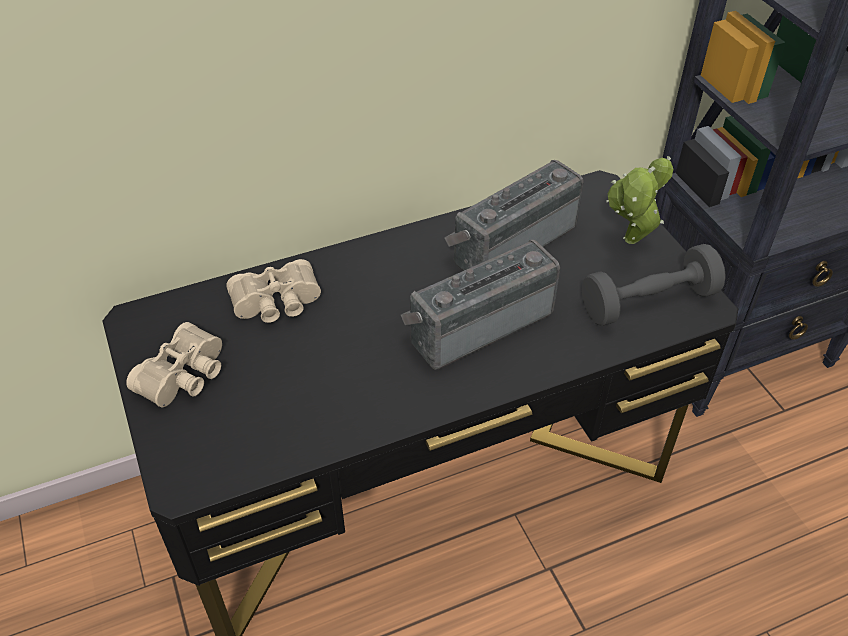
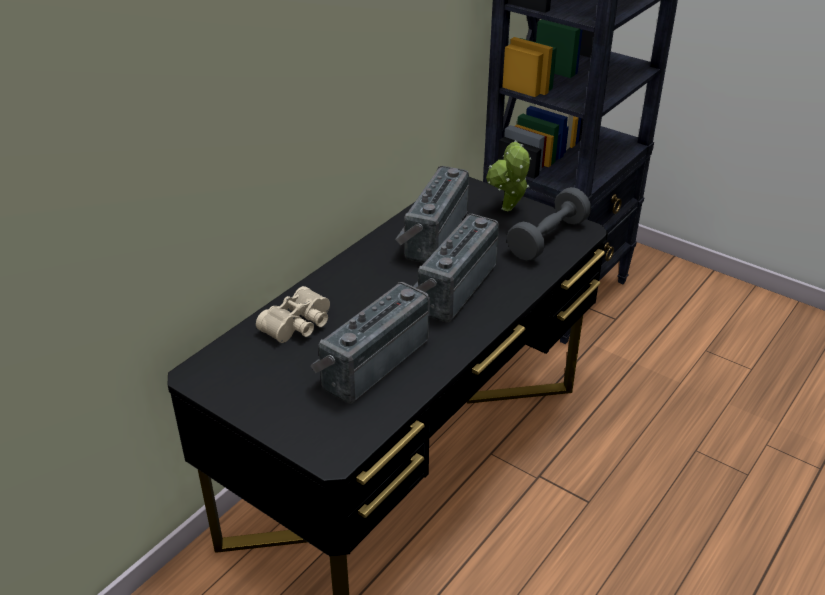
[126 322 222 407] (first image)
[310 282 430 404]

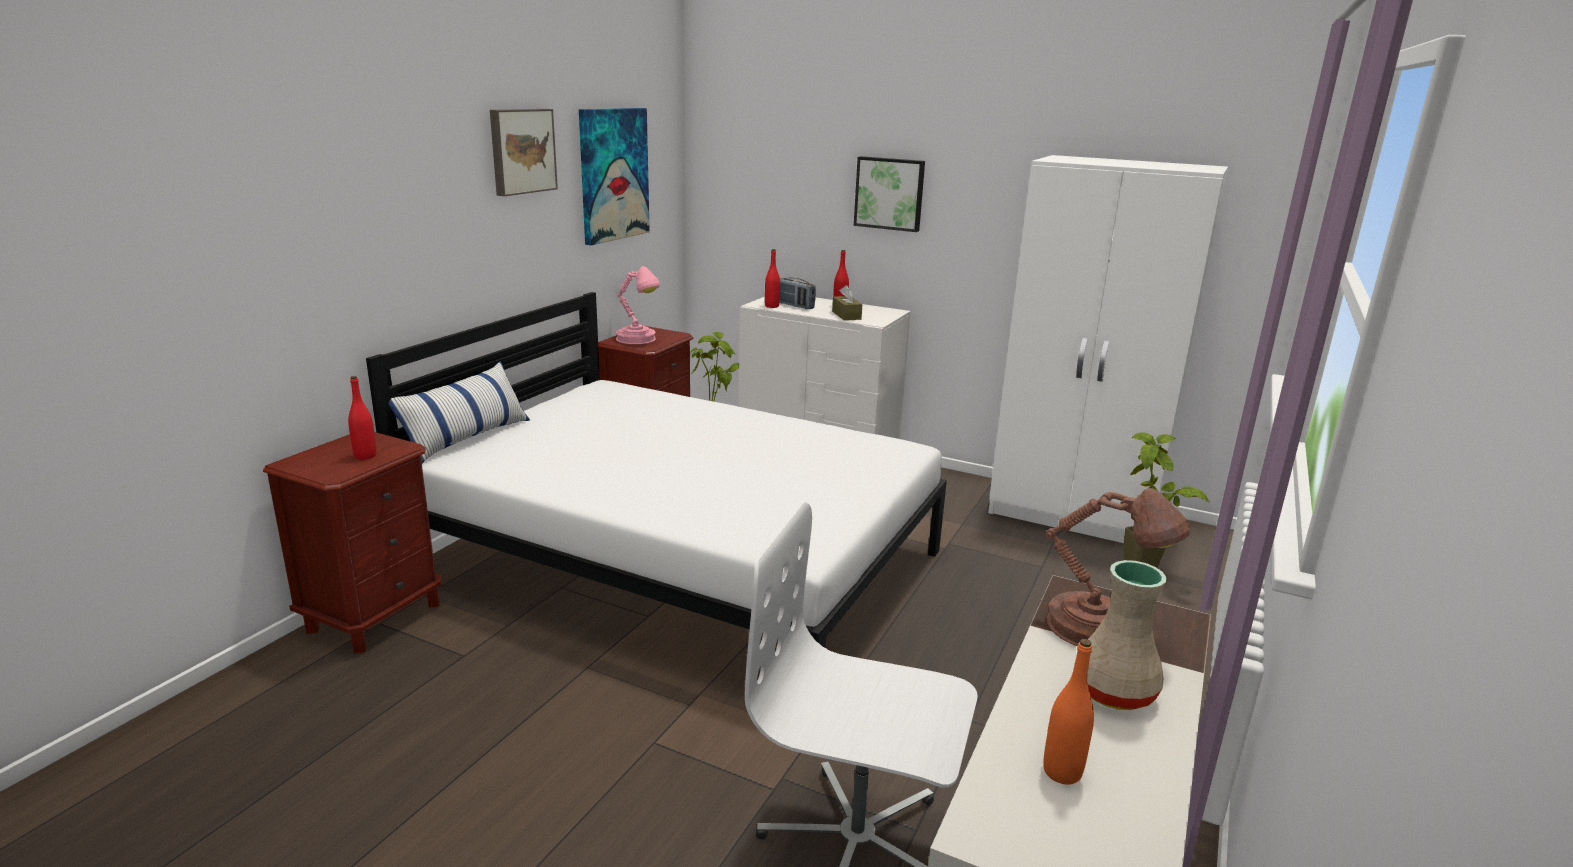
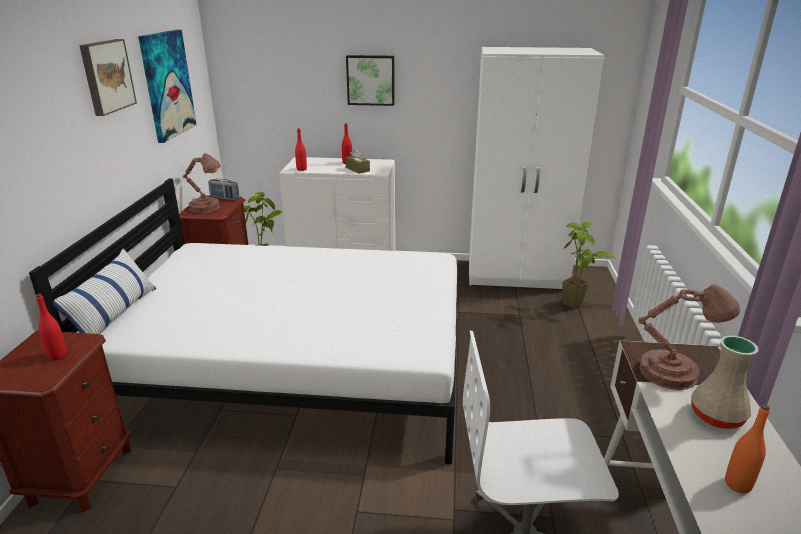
[183 153 221 213]
[208 179 239 200]

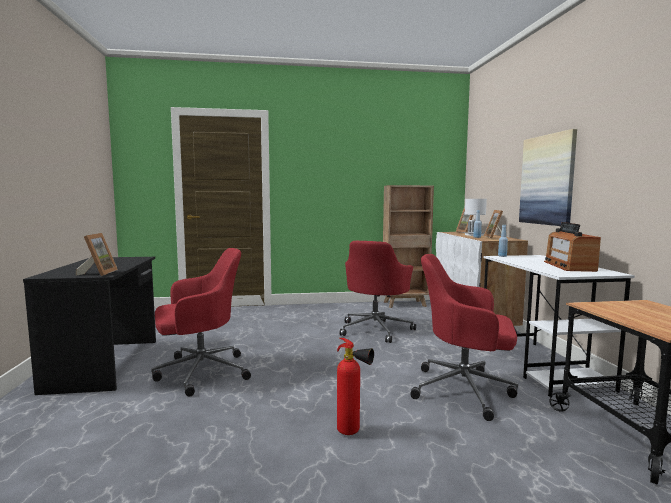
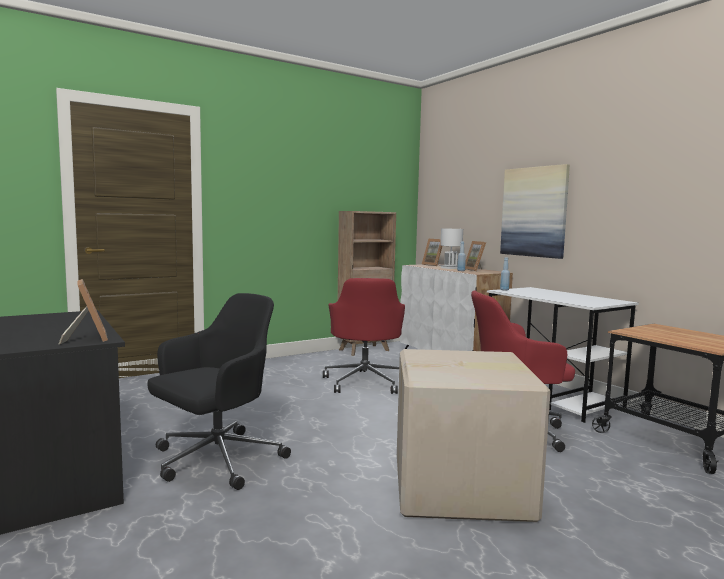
[147 293 291 490]
[397 349 551 522]
[544 222 601 272] (first image)

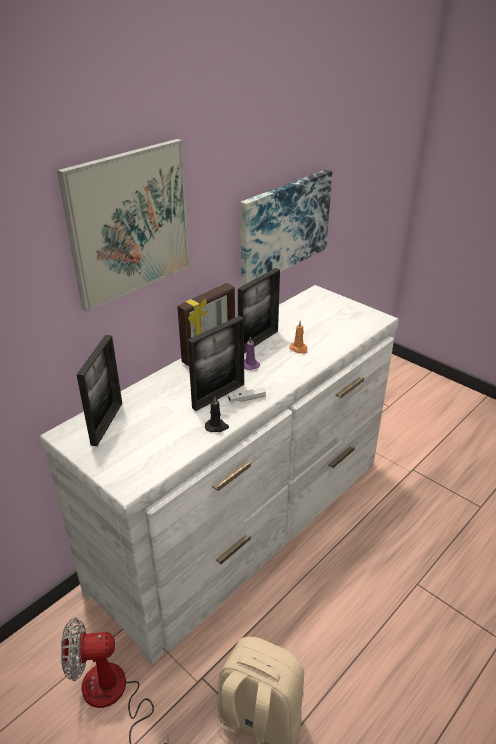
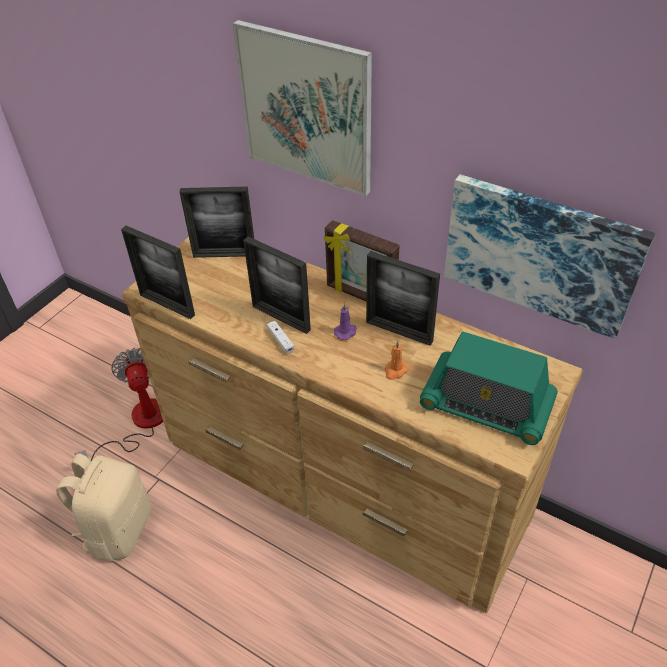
[122 237 583 613]
[205 396 229 432] (first image)
[121 226 195 319]
[420 331 558 445]

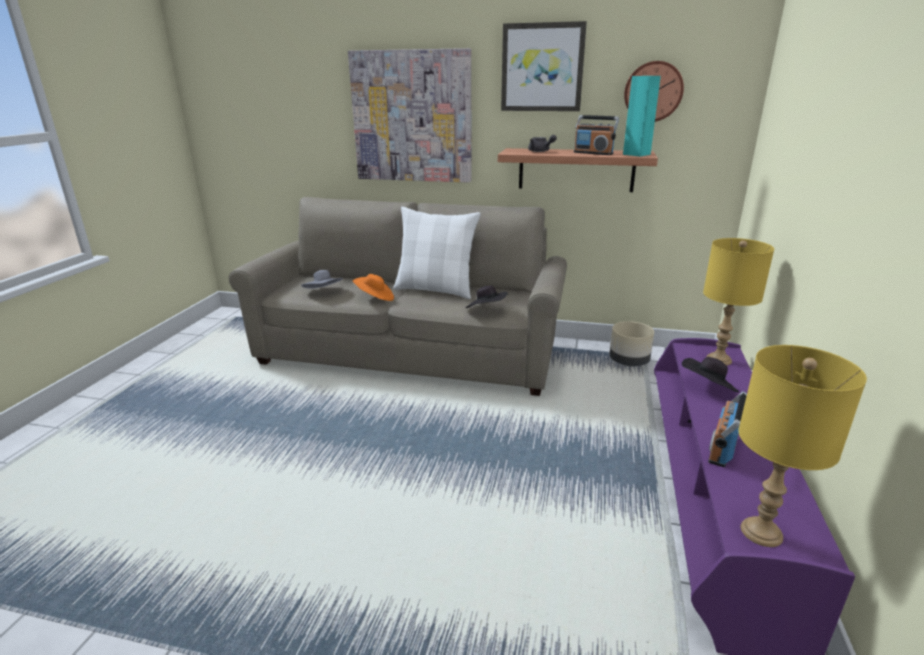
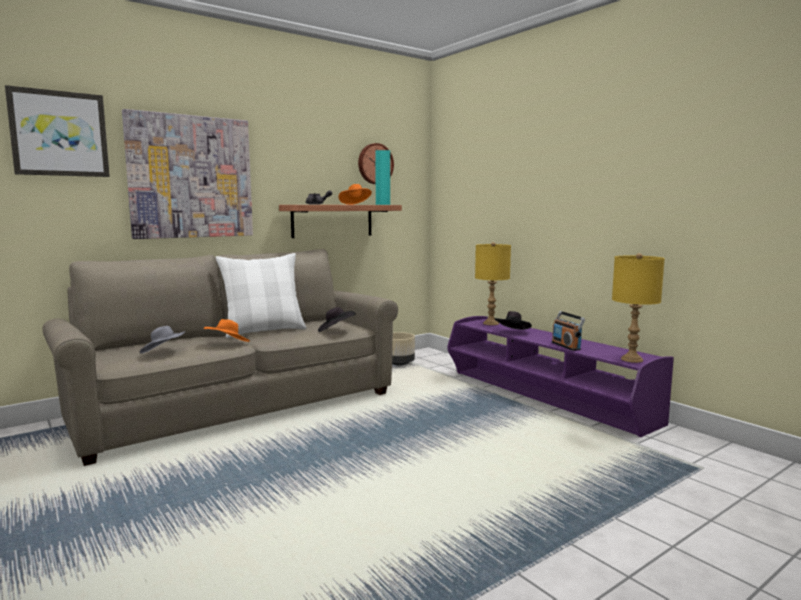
[5 85 110 177]
[338 184 372 205]

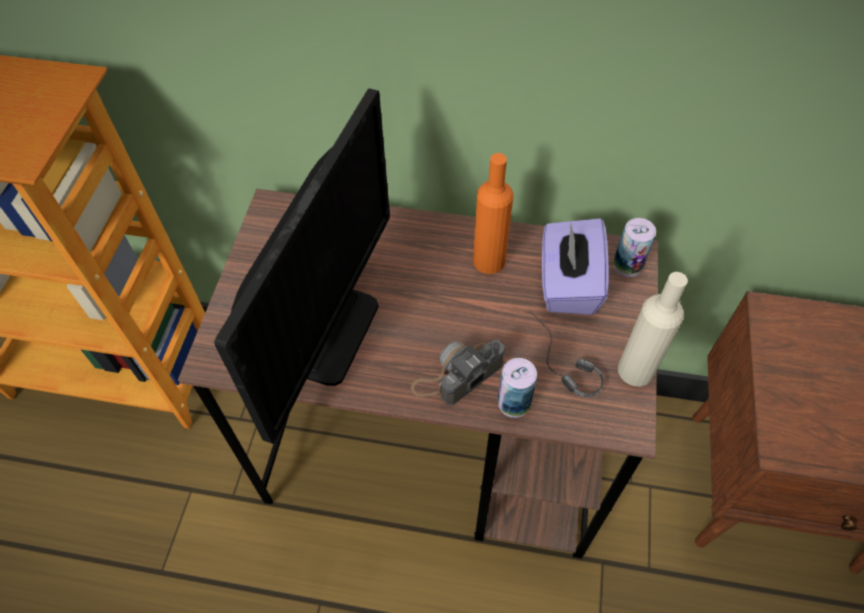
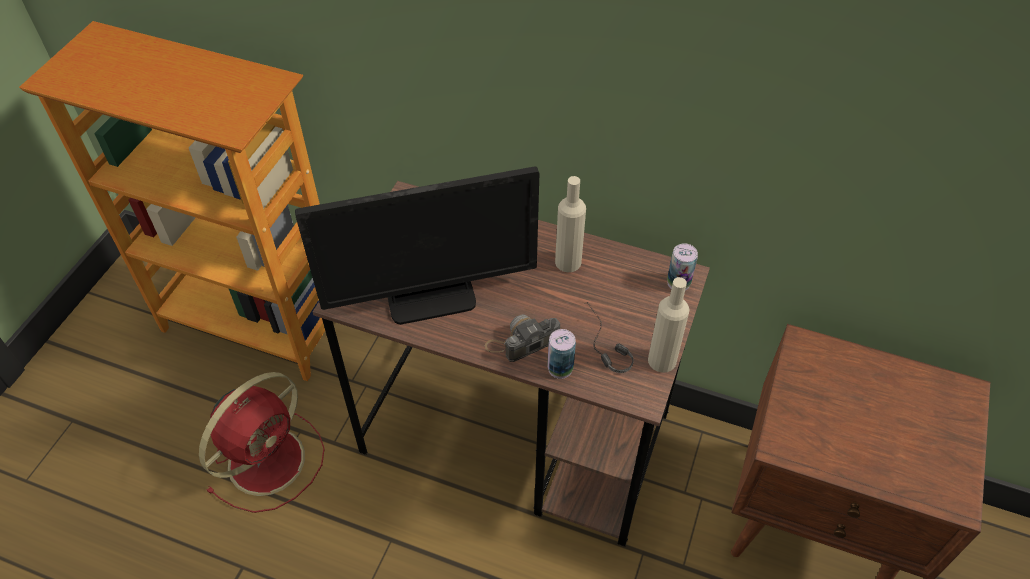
[295 166 540 325]
[555 176 586 272]
[542 218 609 315] (first image)
[199 372 325 513]

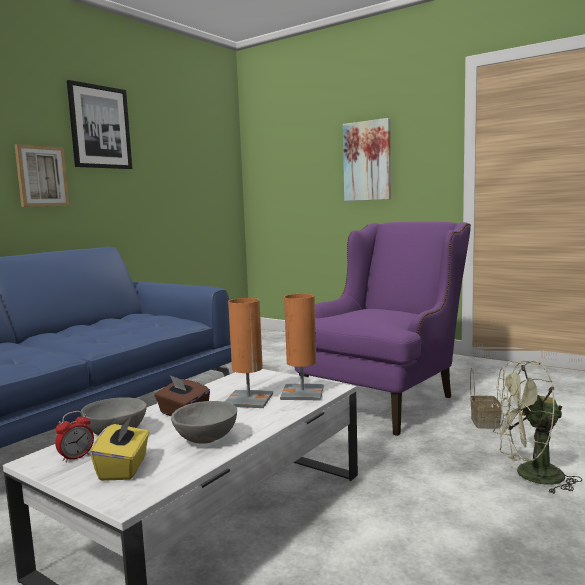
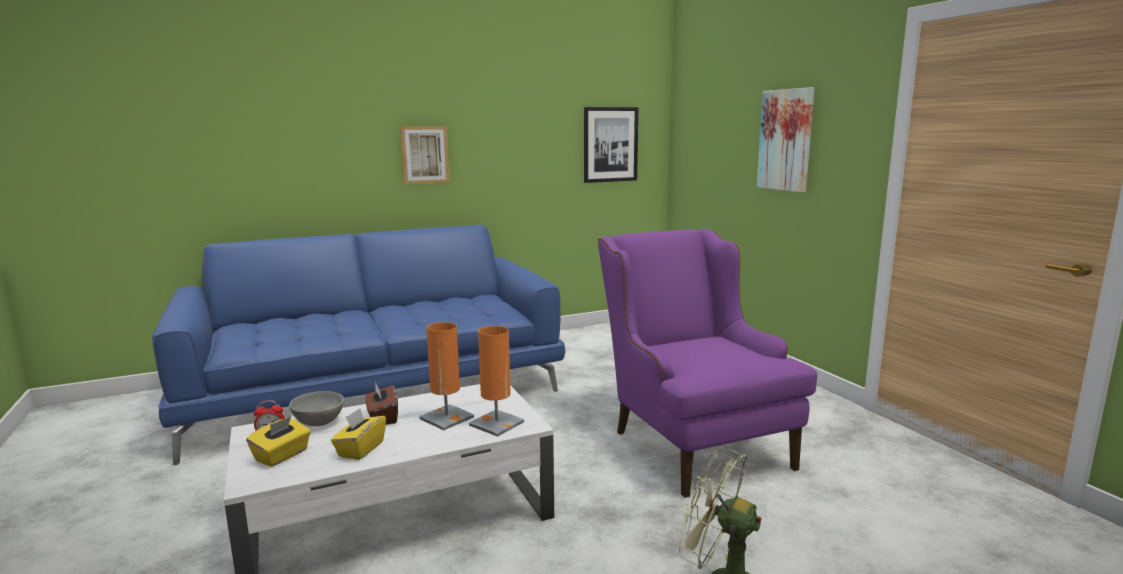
[584 107 638 183]
[331 408 386 460]
[598 229 817 498]
[470 367 504 429] (first image)

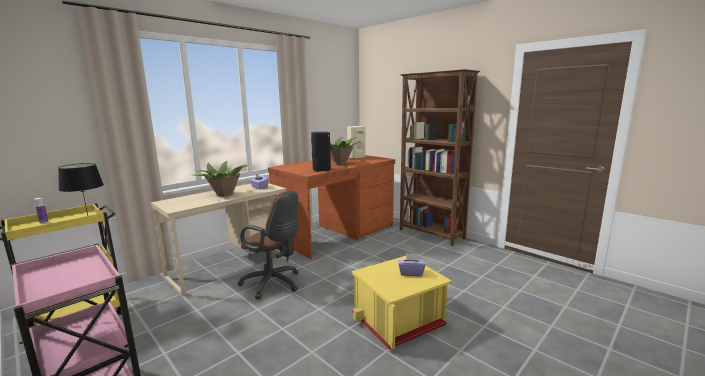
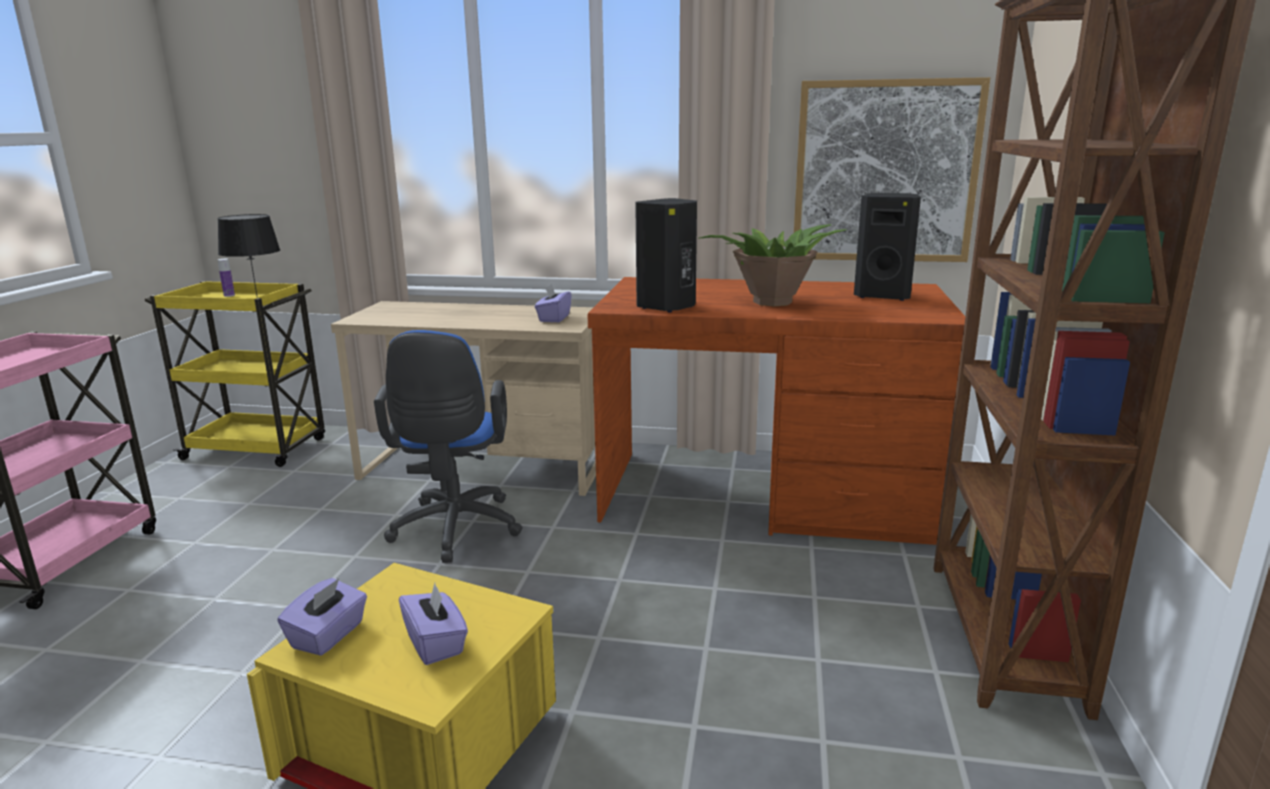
[194 161 248 197] (first image)
[374 330 523 563]
[854 193 921 301]
[278 578 367 656]
[794 77 990 262]

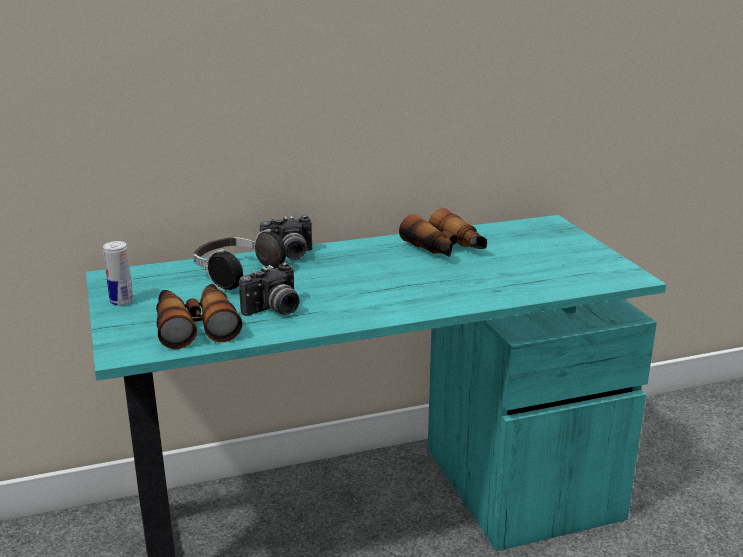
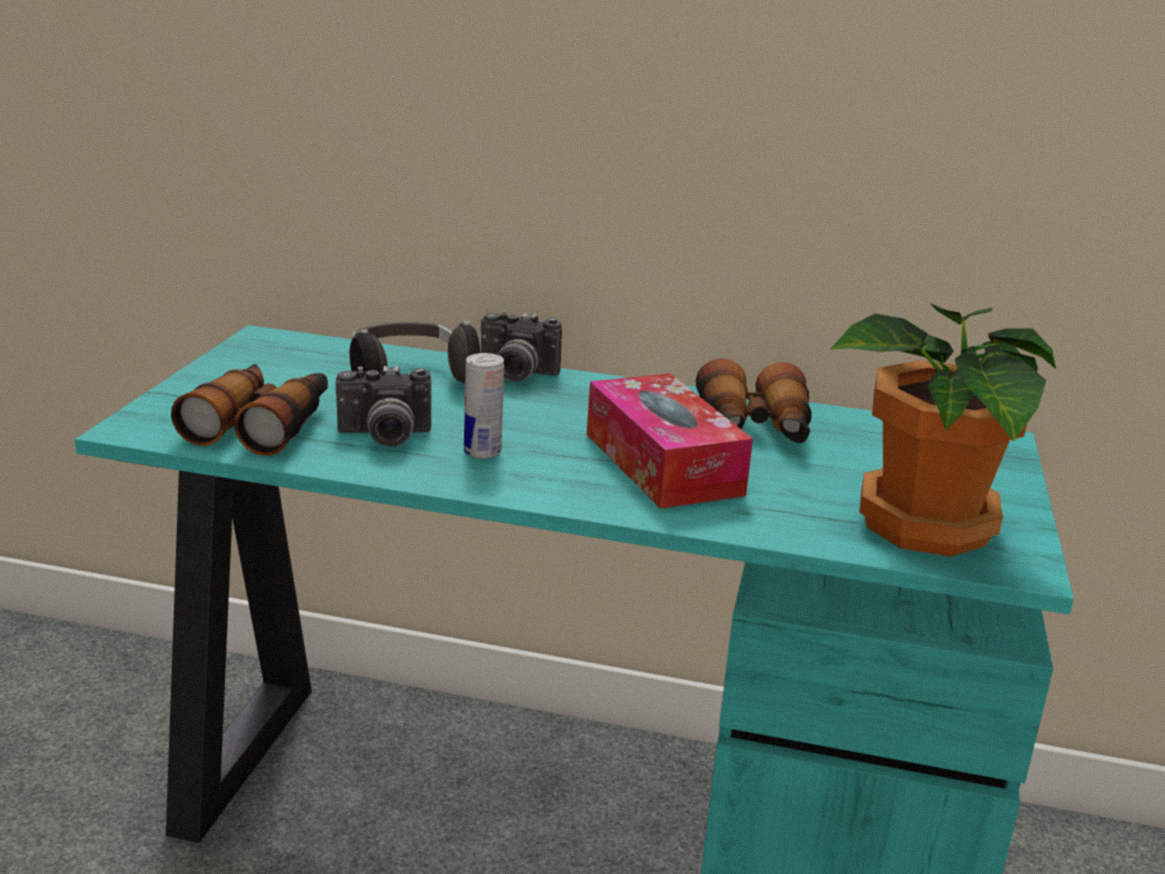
[464 353 504 459]
[587 373 753 509]
[830 302 1056 557]

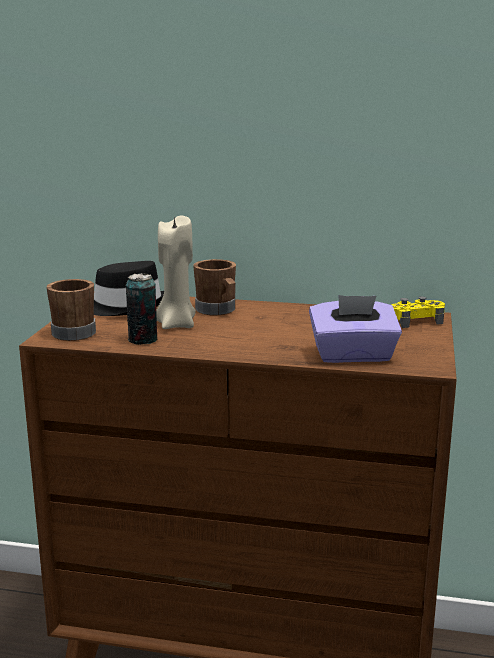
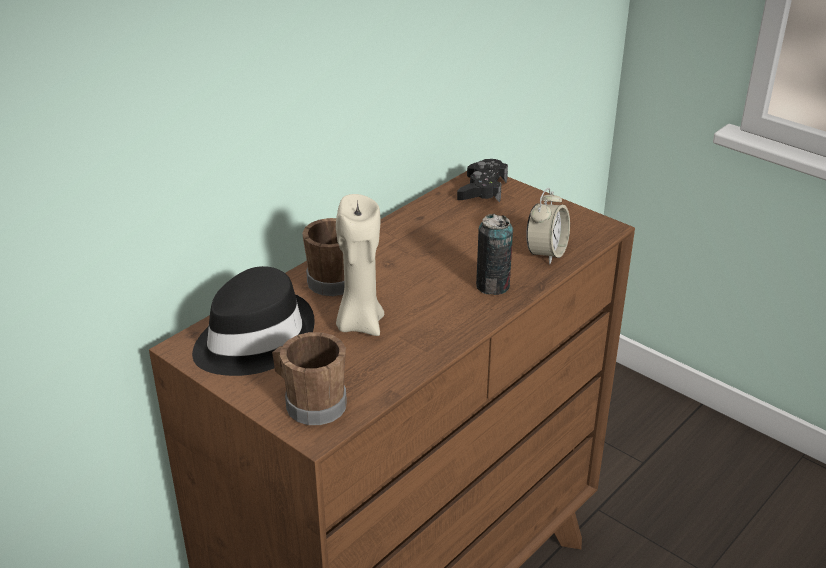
[476 214 513 295]
[526 188 570 264]
[457 159 508 203]

